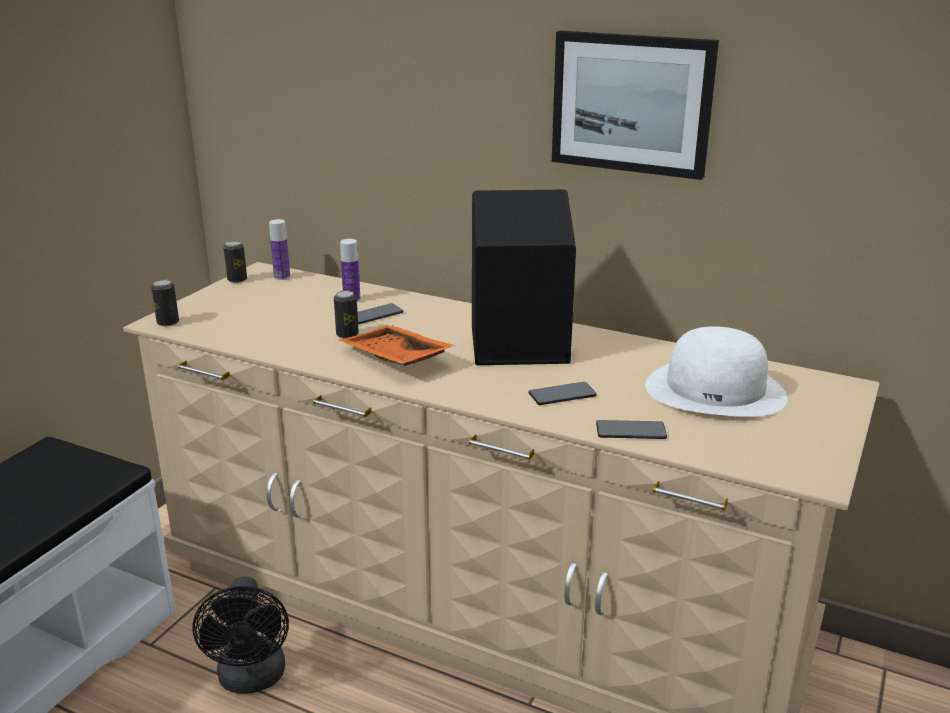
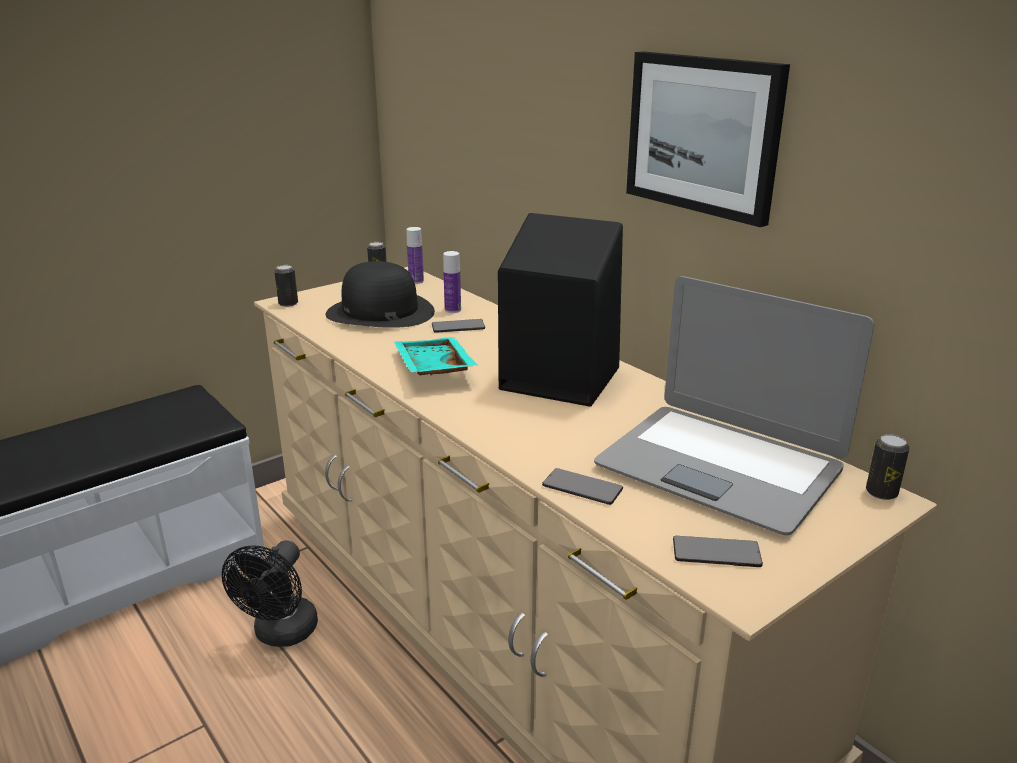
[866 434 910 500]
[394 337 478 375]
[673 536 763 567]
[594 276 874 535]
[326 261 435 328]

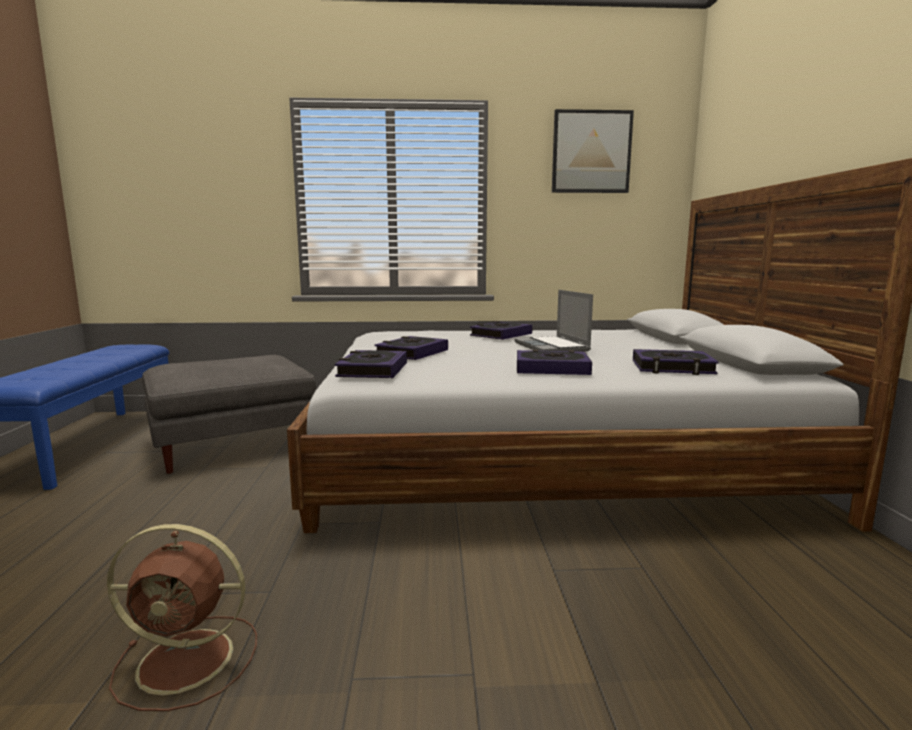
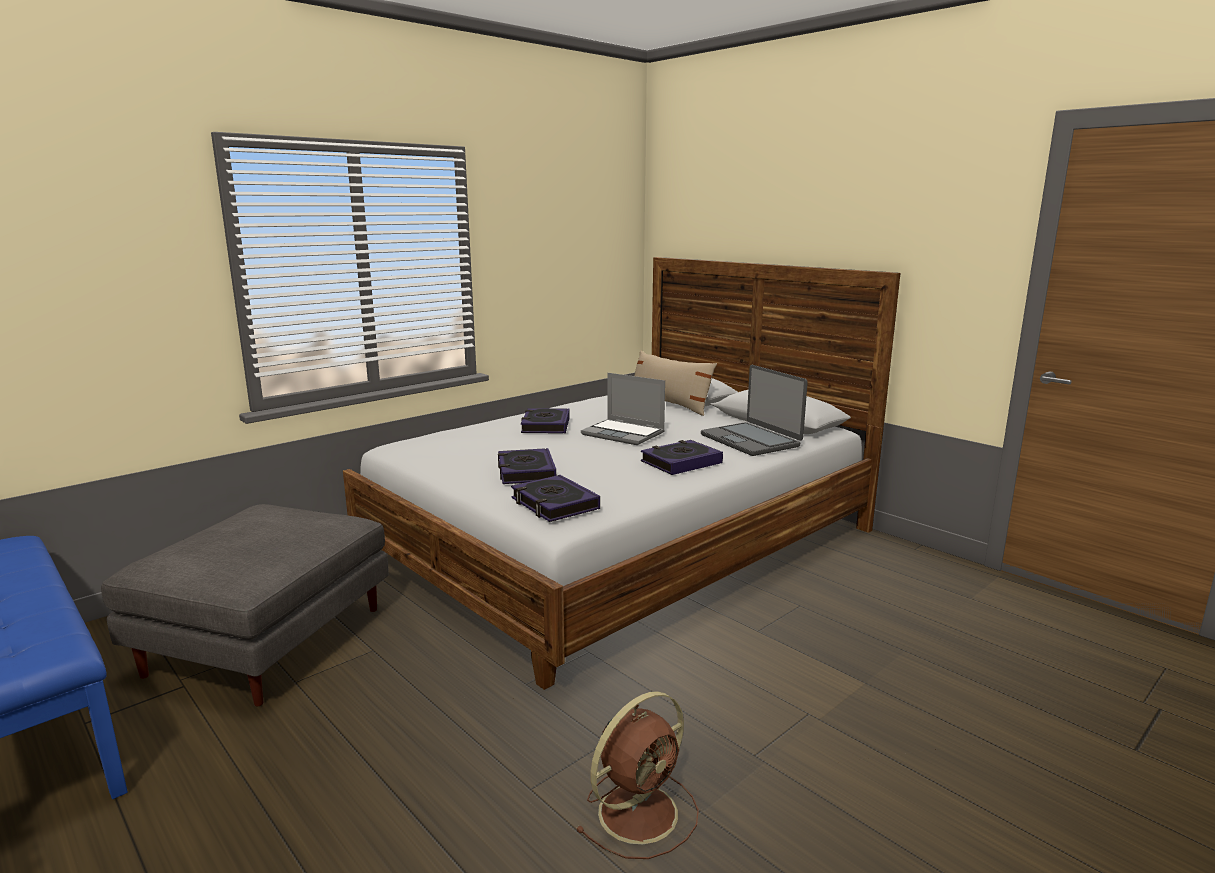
[552 109 634 193] (first image)
[701 365 808 456]
[634 350 717 416]

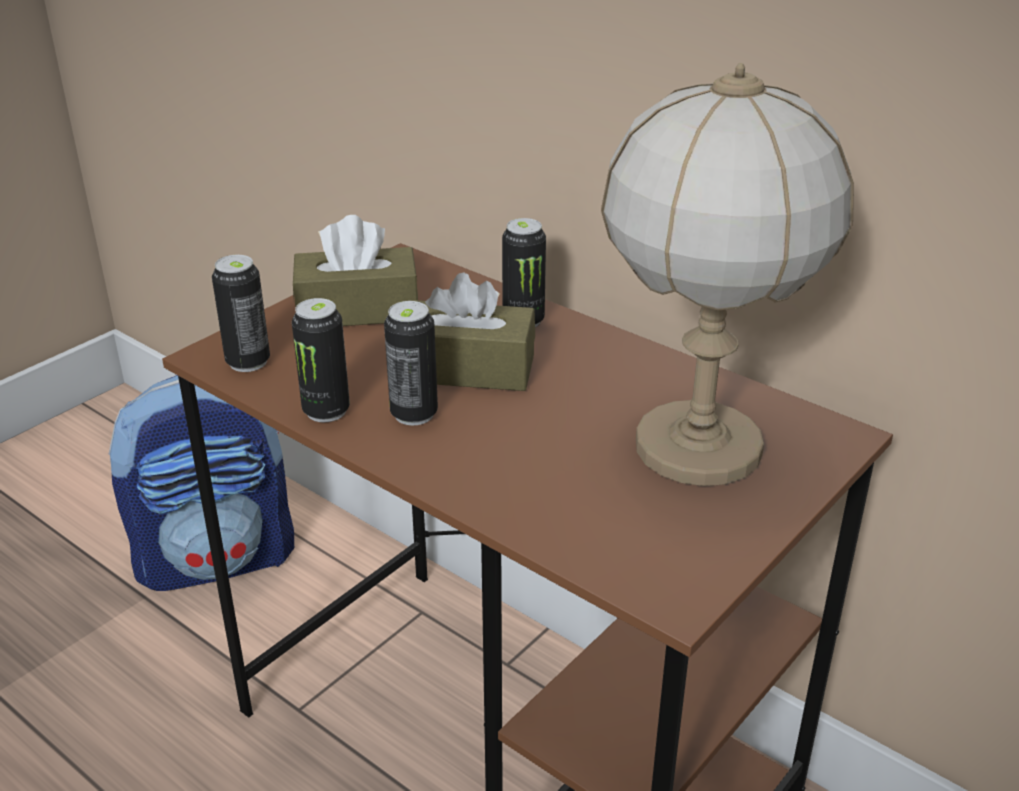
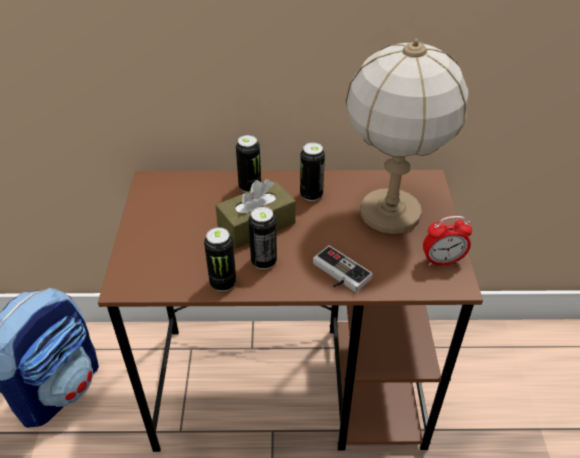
[300 143 325 201]
[293 215 418 326] (first image)
[313 245 373 292]
[423 216 472 266]

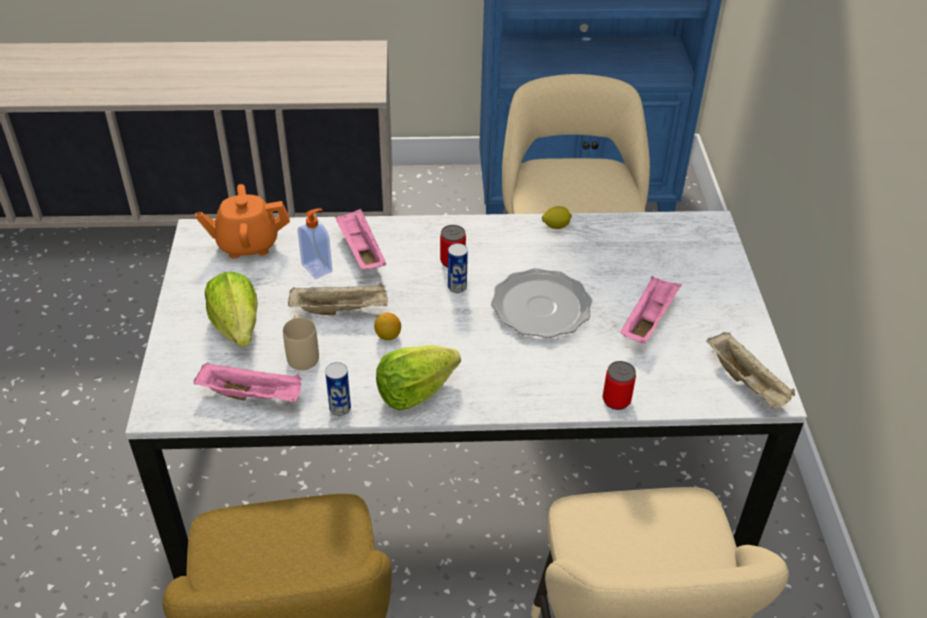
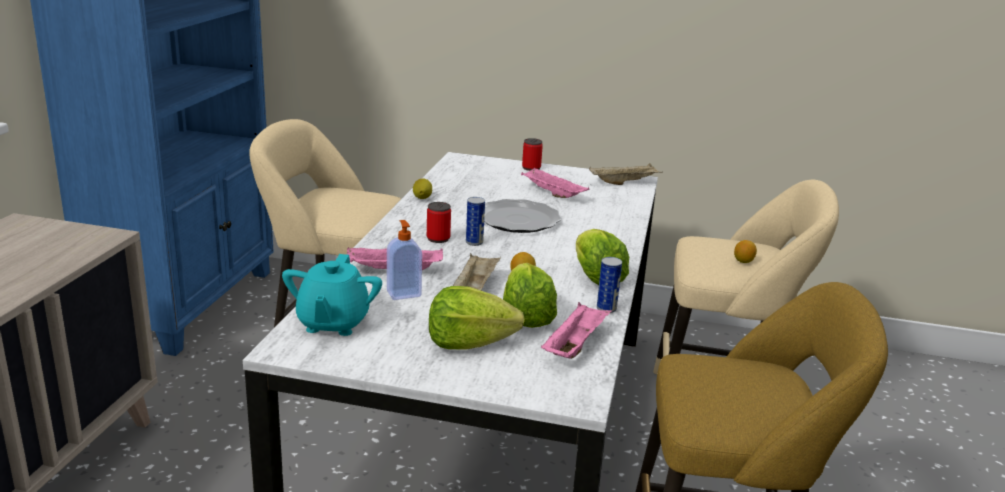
[282 254 382 336]
[503 263 557 328]
[522 138 543 171]
[734 240 757 263]

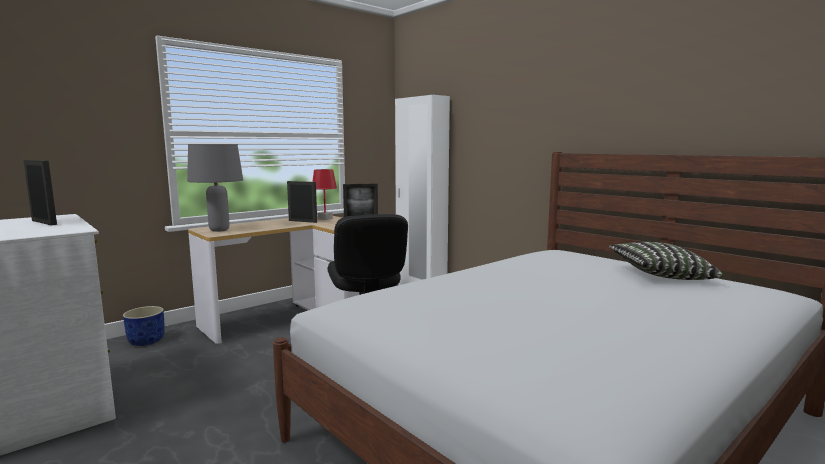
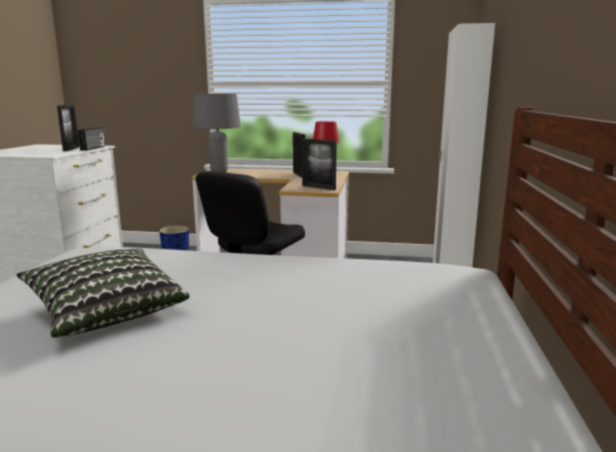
[16 248 190 338]
[78 127 105 151]

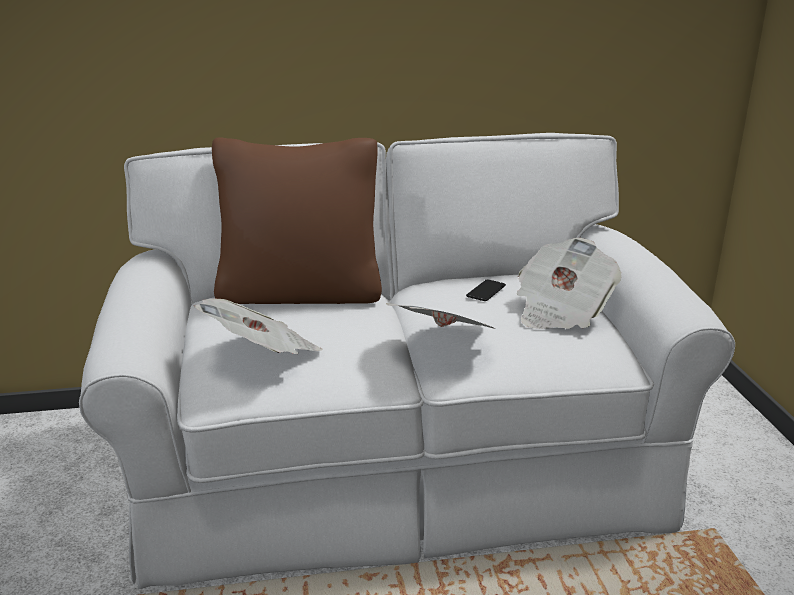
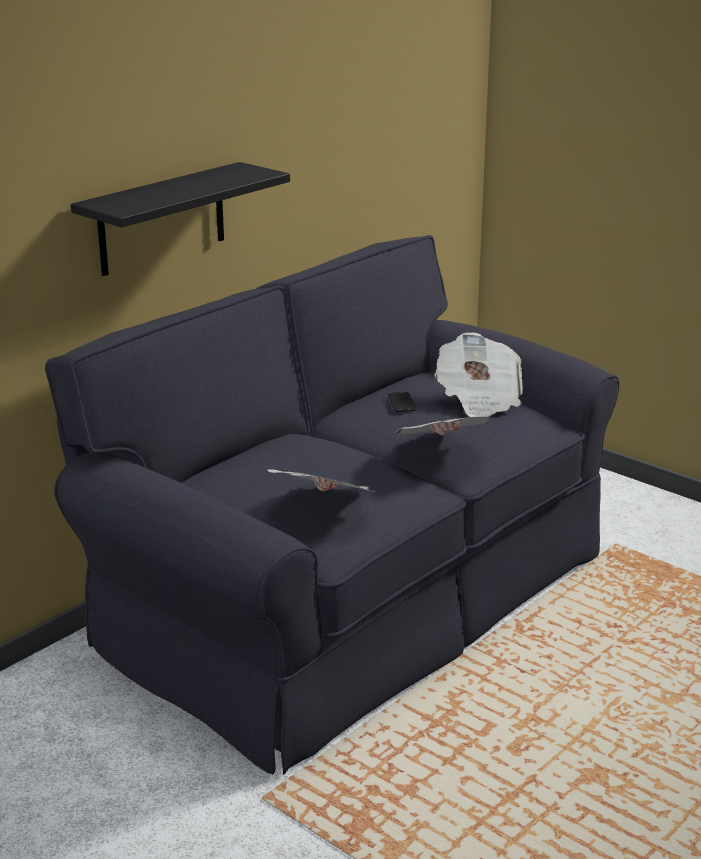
[45 235 619 775]
[212 137 382 304] (first image)
[71 162 290 276]

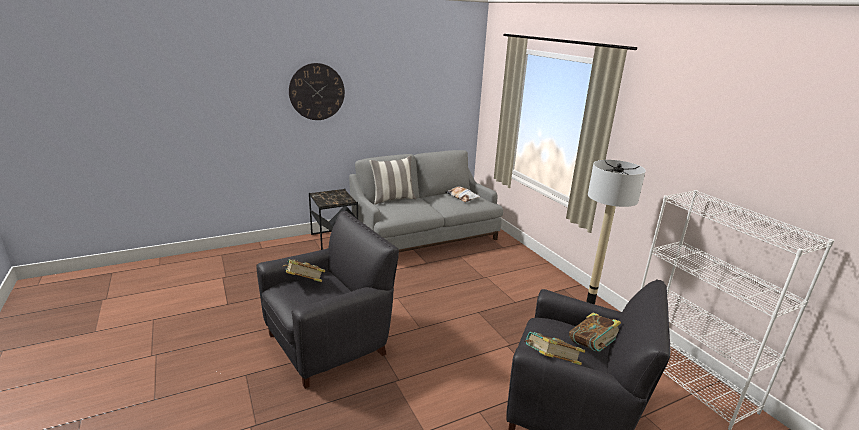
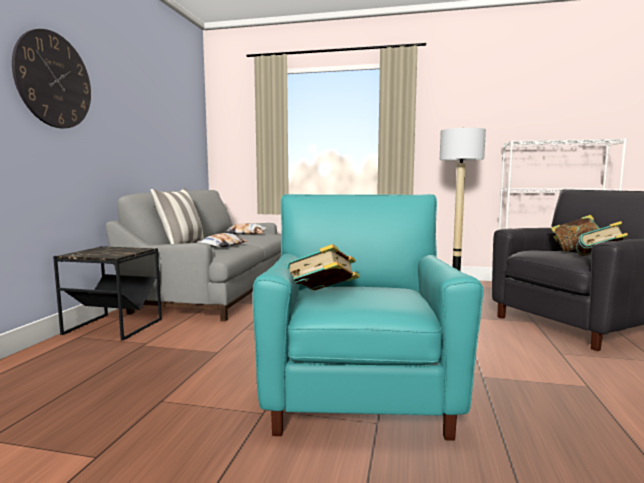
[253 194 483 441]
[197 233 247 247]

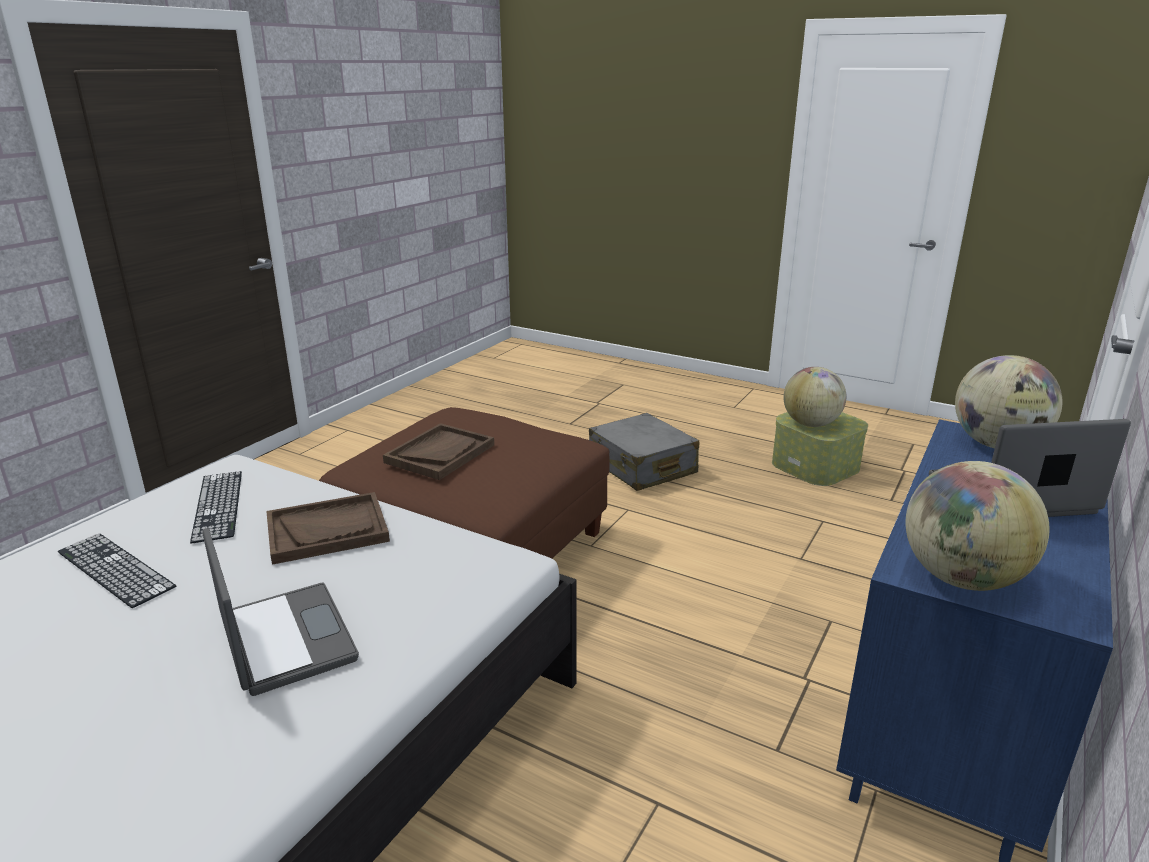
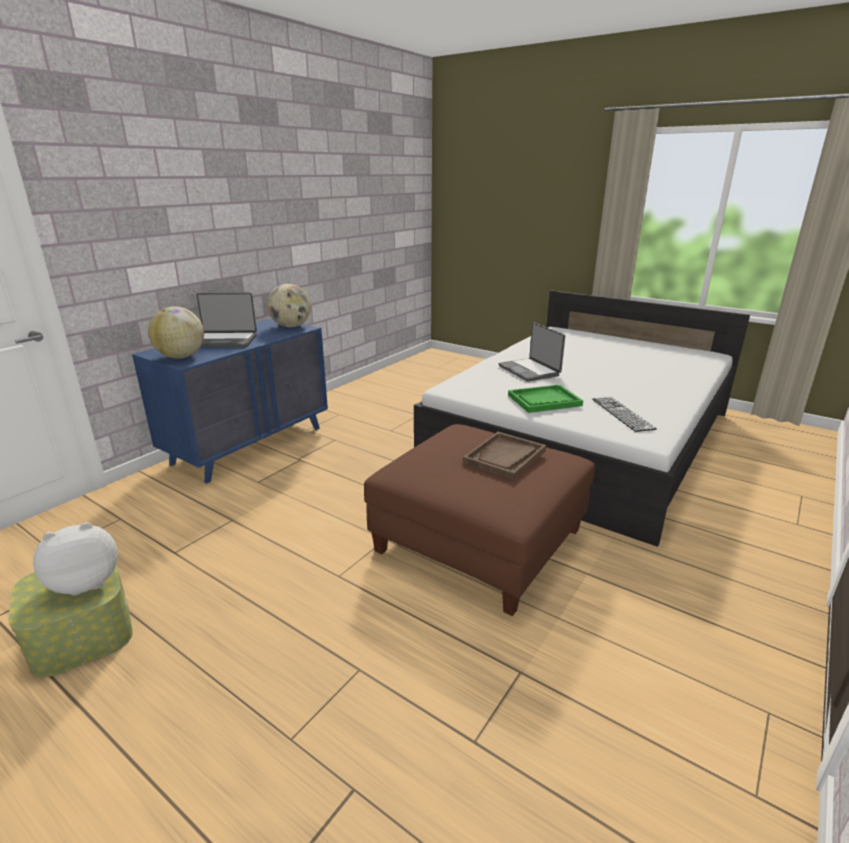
[58 534 177 608] (first image)
[508 384 583 413]
[589 413 699 491] (first image)
[33 522 118 596]

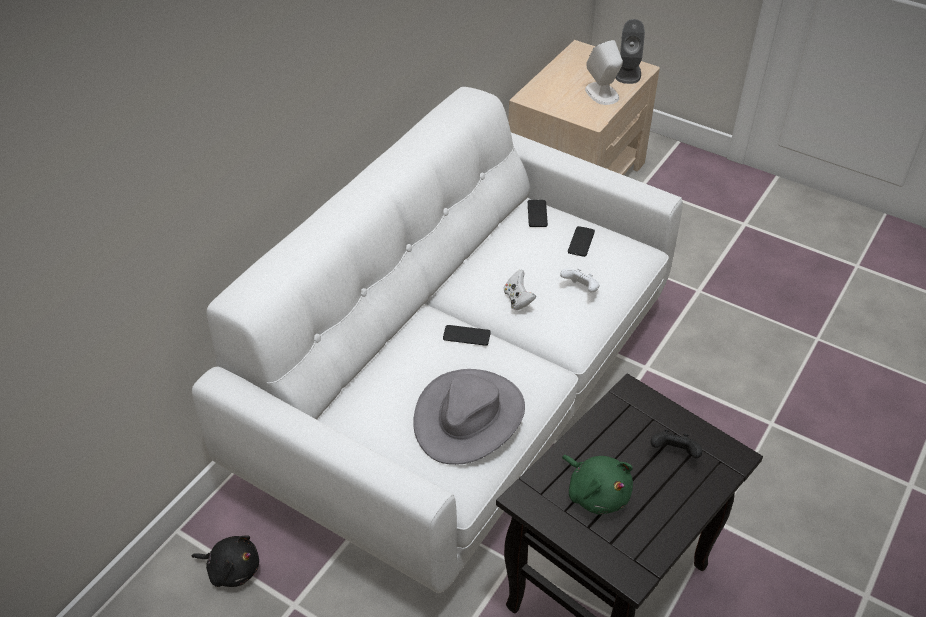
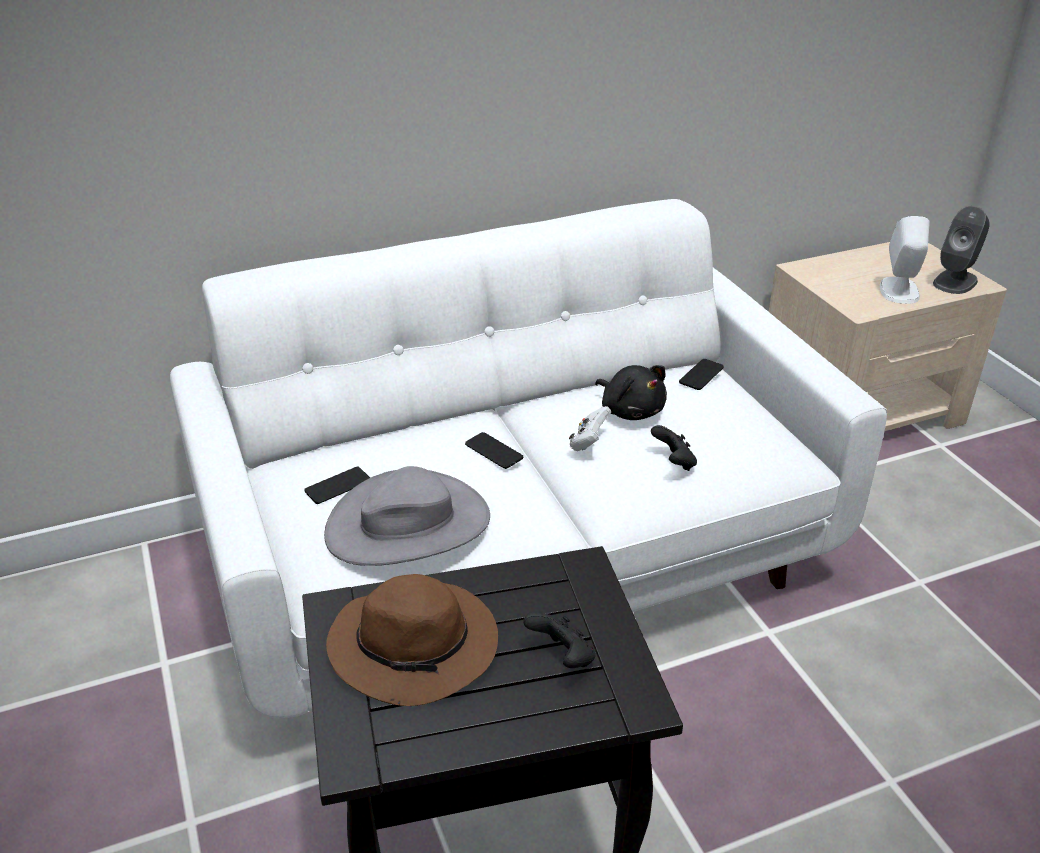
[595 365 667 420]
[651 425 697 471]
[326 574 498 706]
[304 467 370 504]

